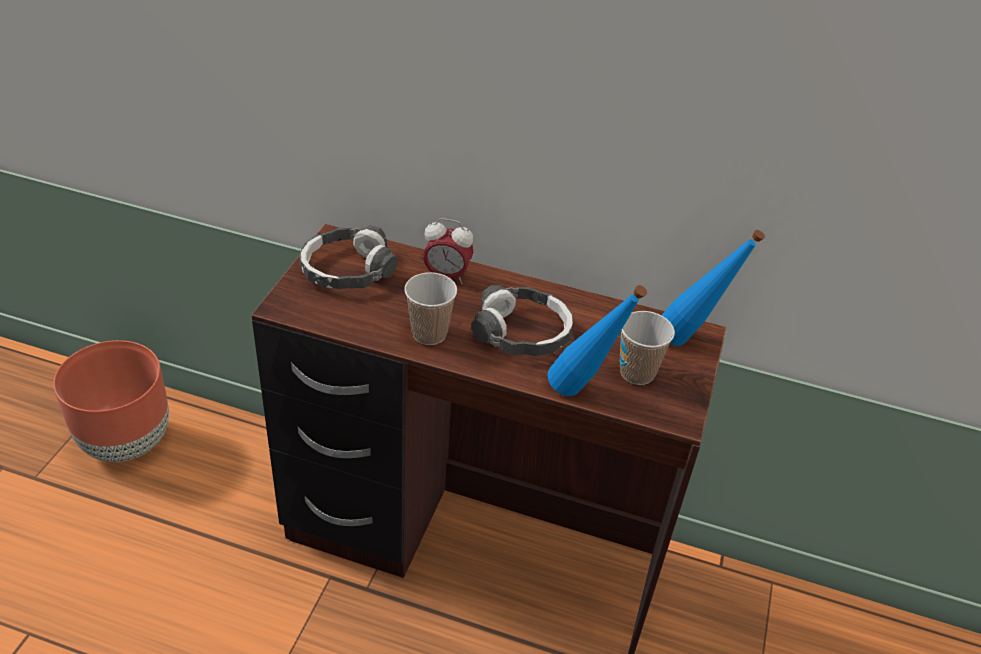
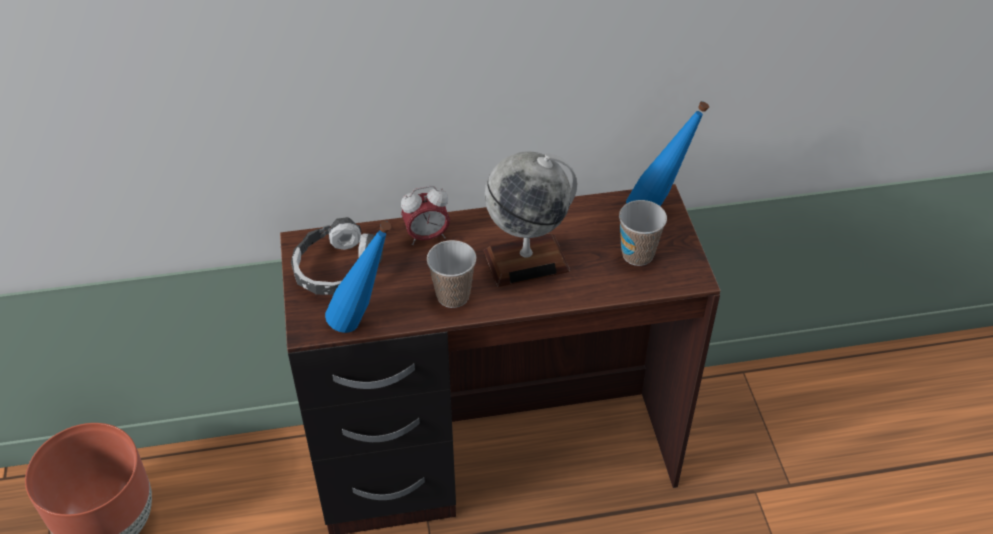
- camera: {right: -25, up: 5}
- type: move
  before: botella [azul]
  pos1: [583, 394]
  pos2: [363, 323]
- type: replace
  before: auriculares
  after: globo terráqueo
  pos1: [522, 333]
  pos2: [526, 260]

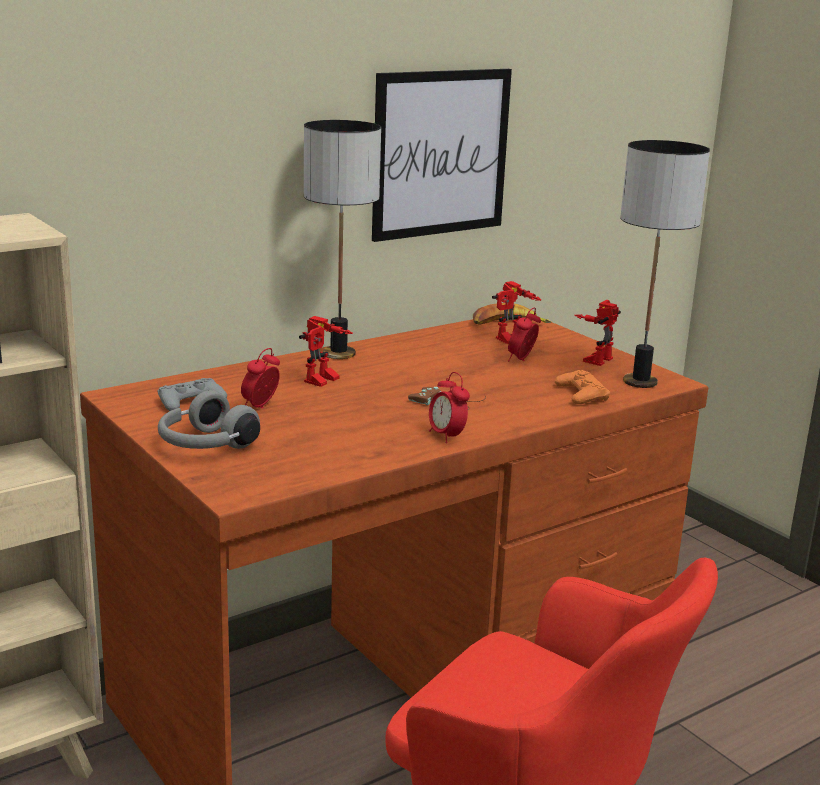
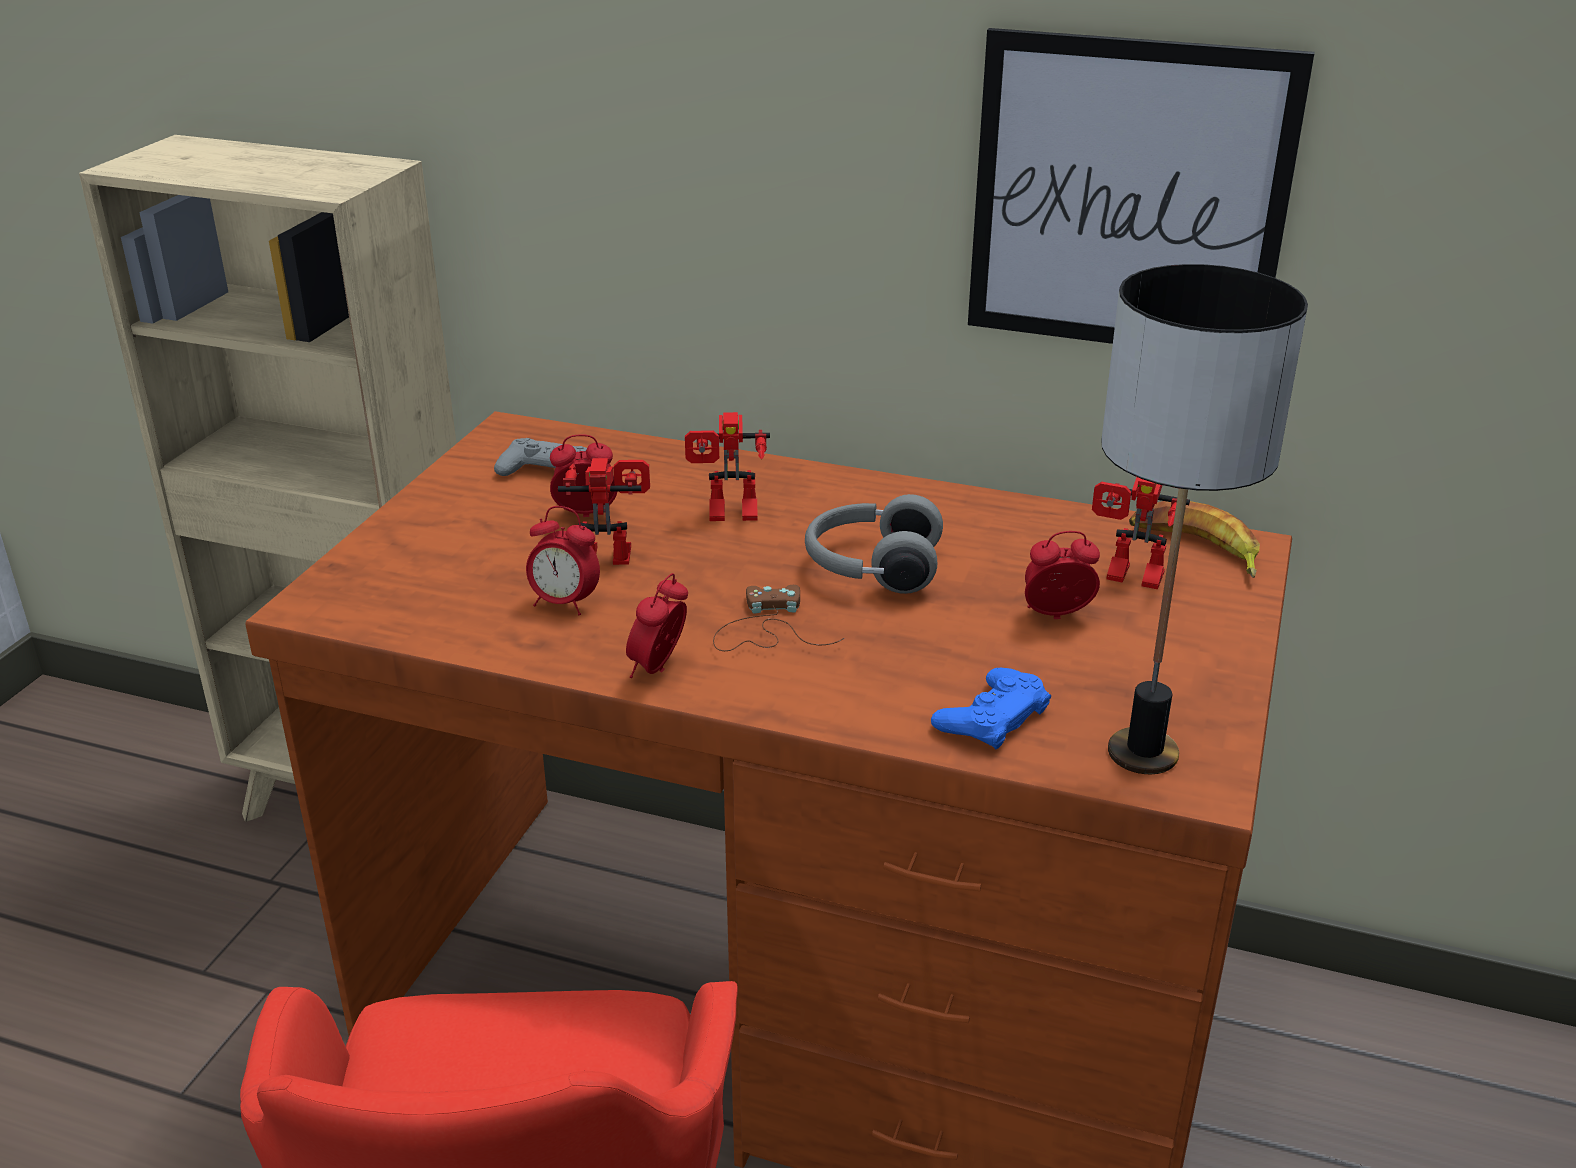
- camera: {right: 55, up: 10}
- type: delete
  before: lámpara de mesa
  pos1: [339, 353]
- type: insert
  after: despertador
  pos2: [564, 604]
- type: move
  before: auriculares [gris]
  pos1: [205, 445]
  pos2: [871, 568]
- type: move
  before: robot de juguete
  pos1: [595, 358]
  pos2: [610, 551]
- type: recolor
  before: mando de consola [naranja]
  after: mando de consola [azul]
  pos1: [581, 394]
  pos2: [991, 717]

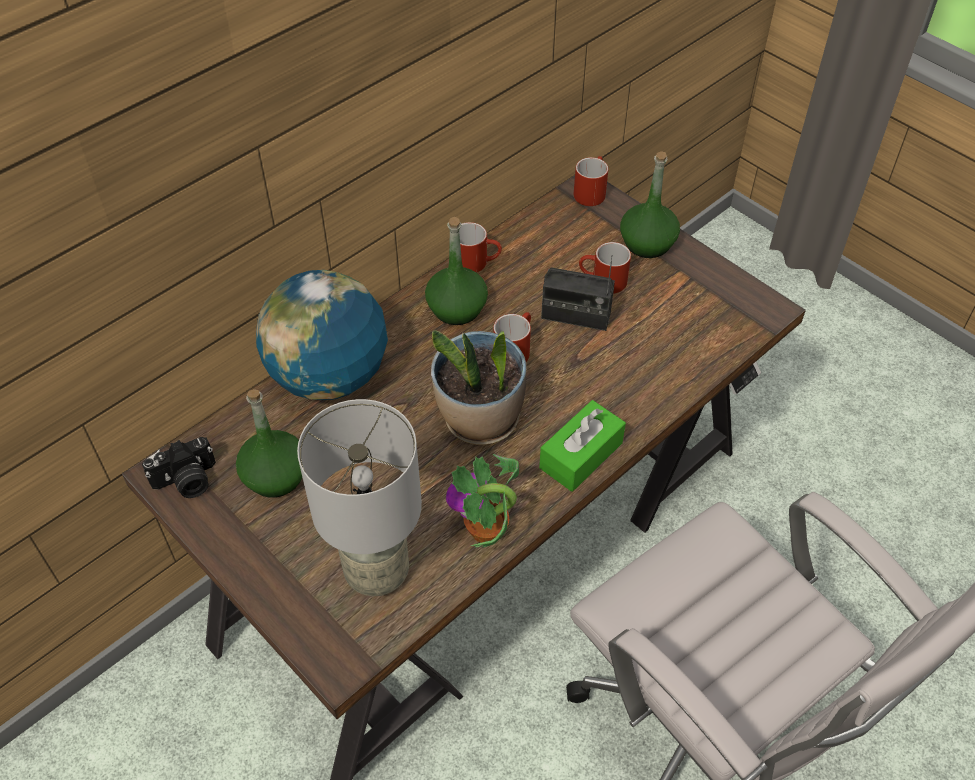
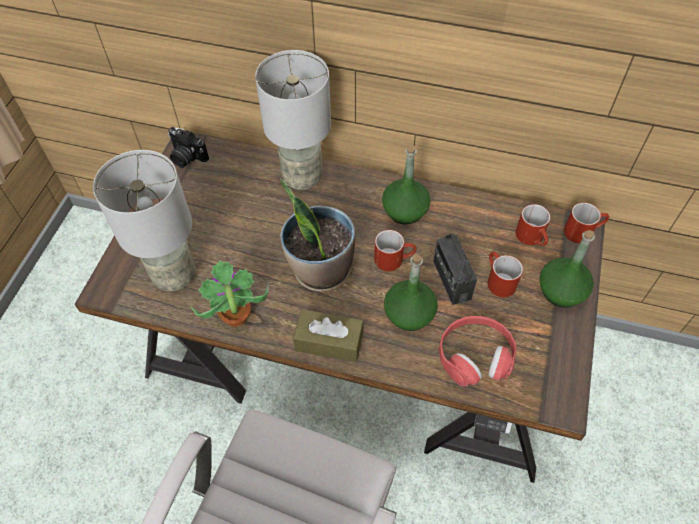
- camera: {right: 60, up: 5}
- type: insert
  after: auriculares [rojo]
  pos2: [475, 355]
- type: move
  before: botella [verde]
  pos1: [275, 476]
  pos2: [409, 313]
- type: move
  before: taza grande [rojo]
  pos1: [477, 261]
  pos2: [532, 238]
- type: replace
  before: globo terráqueo
  after: lámpara de mesa [gris]
  pos1: [329, 377]
  pos2: [301, 177]
- type: recolor
  before: caja de pañuelos [verde]
  after: caja de pañuelos [marrón]
  pos1: [581, 455]
  pos2: [329, 342]

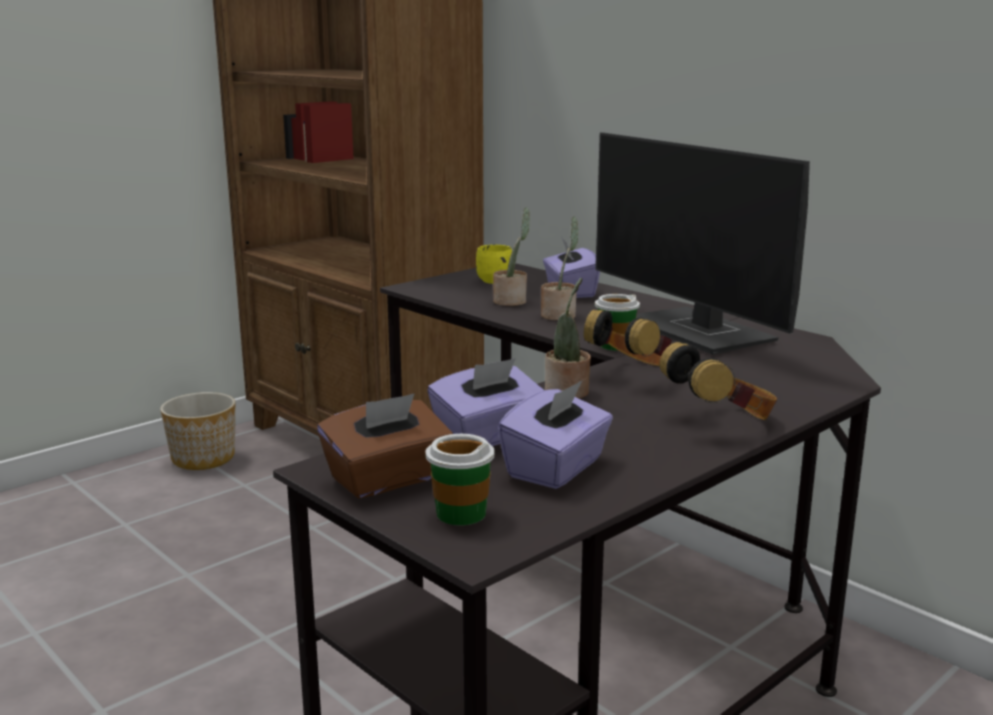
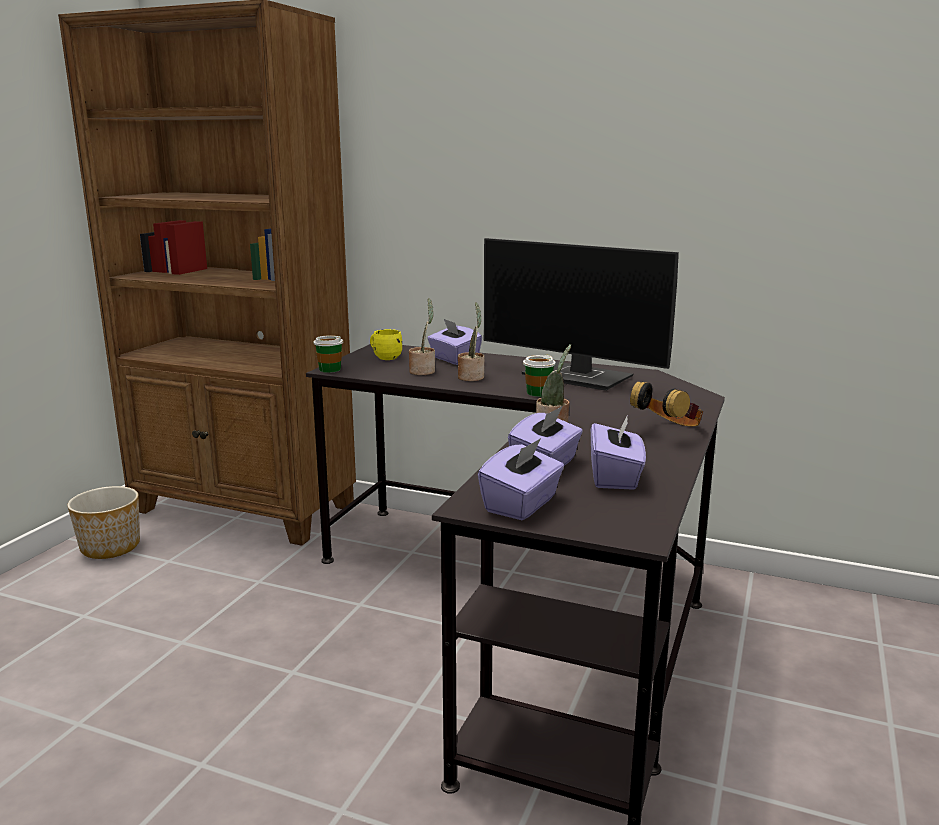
- camera: {right: -25, up: 0}
- type: delete
  before: auriculares
  pos1: [634, 373]
- type: move
  before: taza
  pos1: [460, 513]
  pos2: [329, 369]
- type: recolor
  before: caja de pañuelos [marrón]
  after: caja de pañuelos [morado]
  pos1: [388, 479]
  pos2: [521, 505]

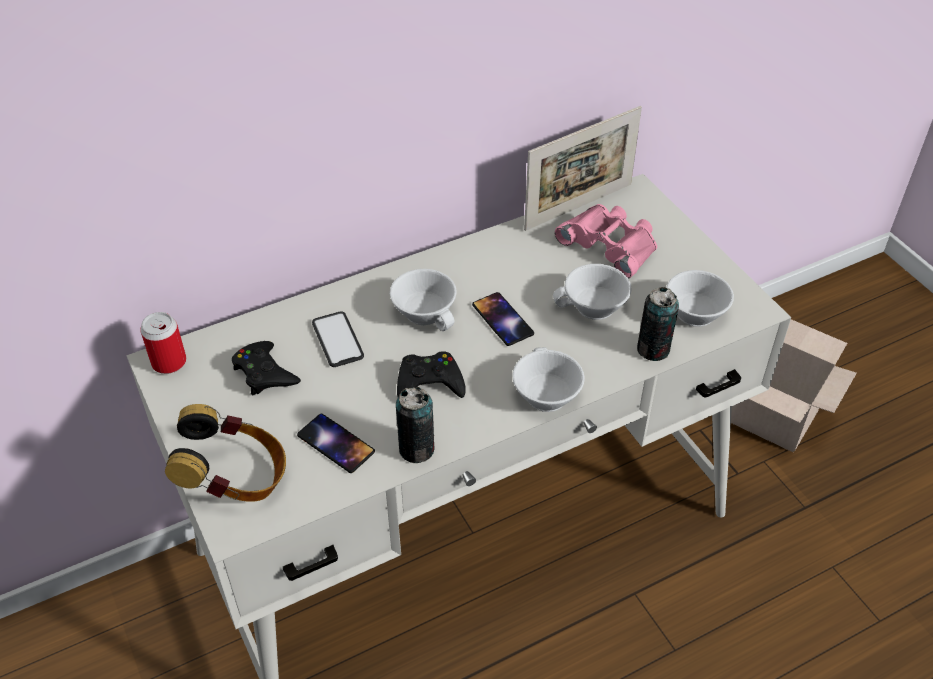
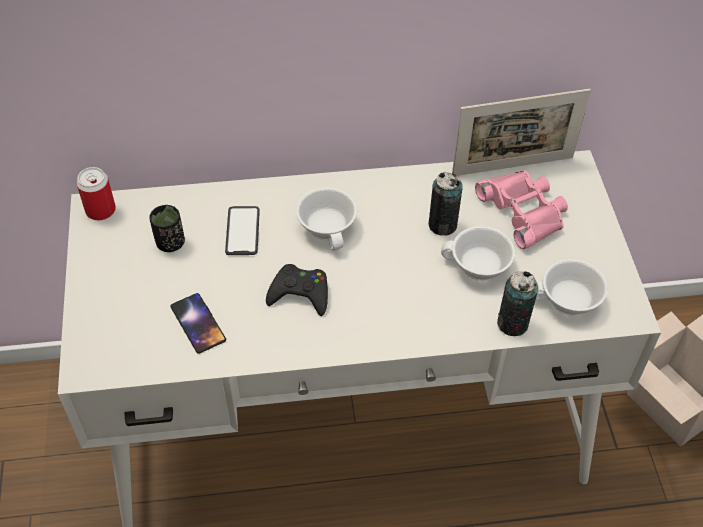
- camera: {right: 20, up: 5}
- type: delete
  before: auriculares
  pos1: [236, 479]
- type: delete
  before: móvil
  pos1: [502, 319]
- type: delete
  before: taza [blanco]
  pos1: [543, 394]
- type: move
  before: lata
  pos1: [416, 449]
  pos2: [442, 225]
- type: replace
  before: mando de consola [negro]
  after: taza [negro]
  pos1: [264, 373]
  pos2: [170, 243]

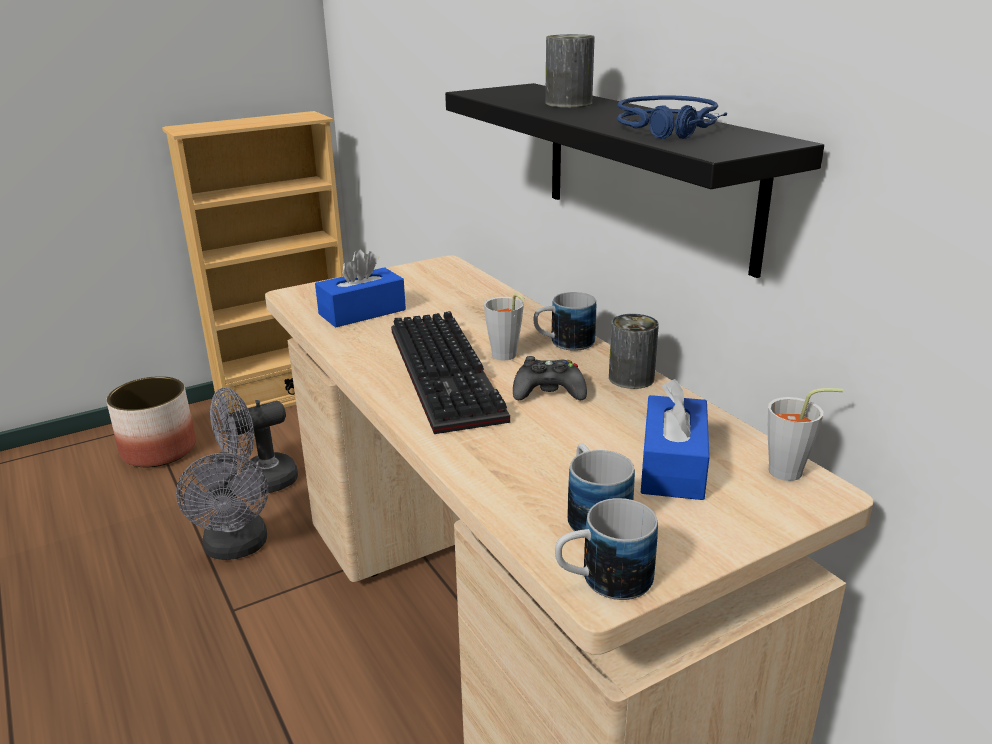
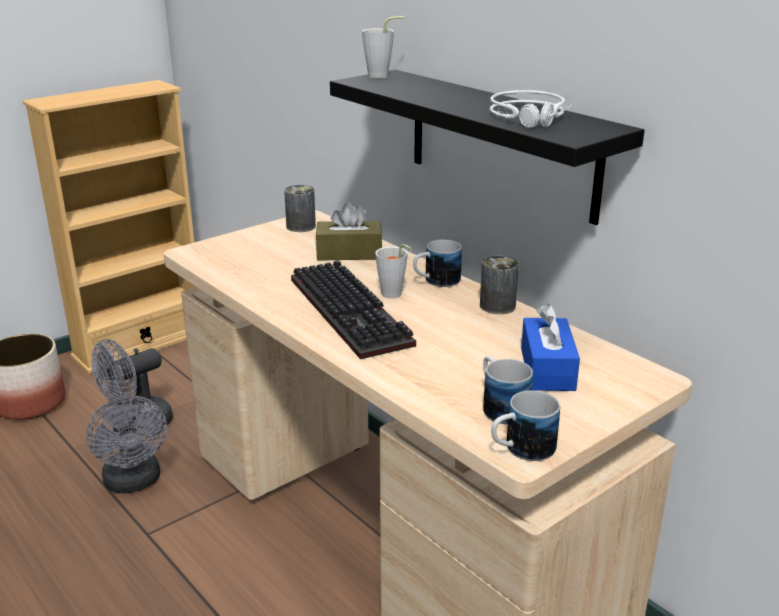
- camera: {right: -10, up: 0}
- type: delete
  before: caja de pañuelos [azul]
  pos1: [362, 312]
- type: delete
  before: mando de consola [negro]
  pos1: [549, 391]
- type: insert
  after: caja de pañuelos [marrón]
  pos2: [349, 253]
- type: move
  before: lata
  pos1: [568, 103]
  pos2: [301, 226]
- type: move
  before: taza [gris]
  pos1: [793, 472]
  pos2: [383, 76]
- type: recolor
  before: auriculares [azul]
  after: auriculares [gris]
  pos1: [670, 129]
  pos2: [531, 117]

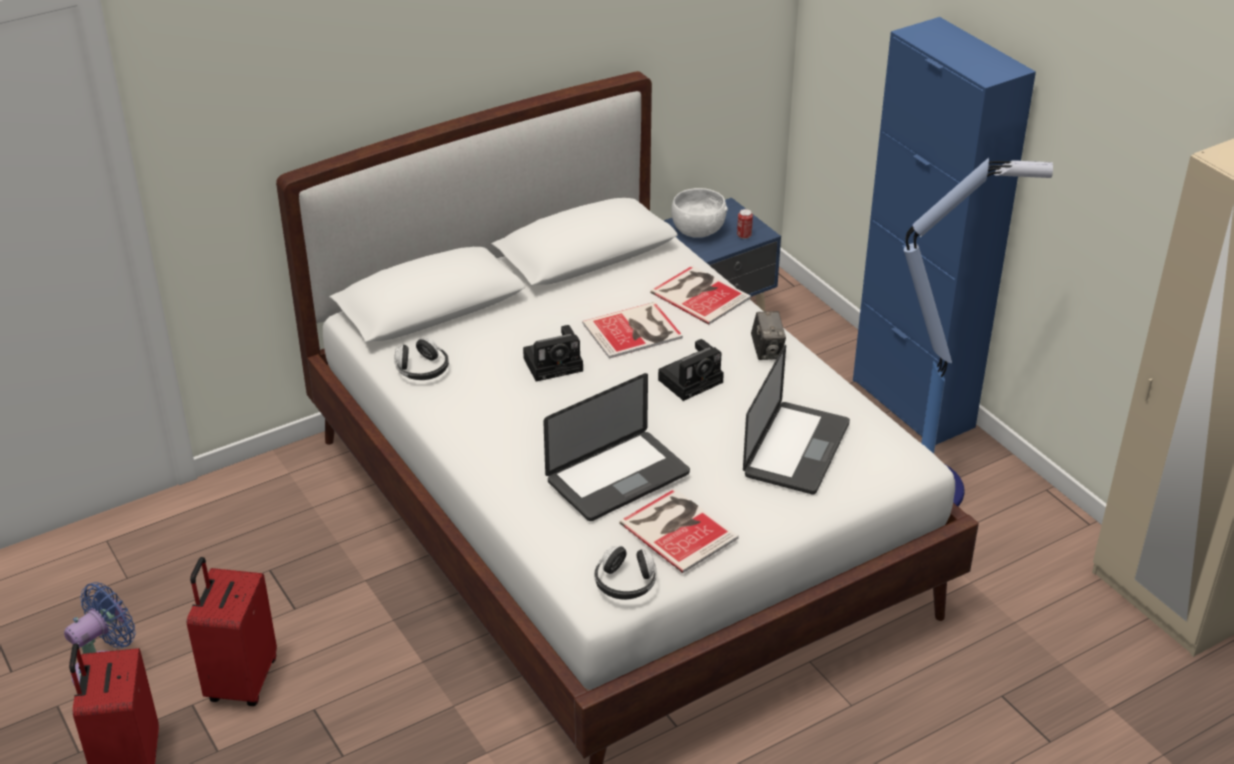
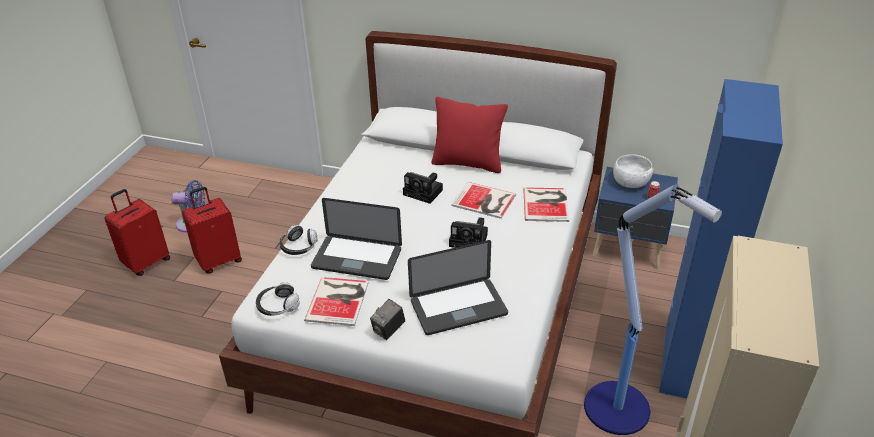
- camera: {right: 50, up: 0}
- type: insert
  after: cojín [rojo]
  pos2: [468, 163]
- type: move
  before: auriculares
  pos1: [422, 370]
  pos2: [299, 247]
- type: move
  before: cámara
  pos1: [767, 351]
  pos2: [388, 330]

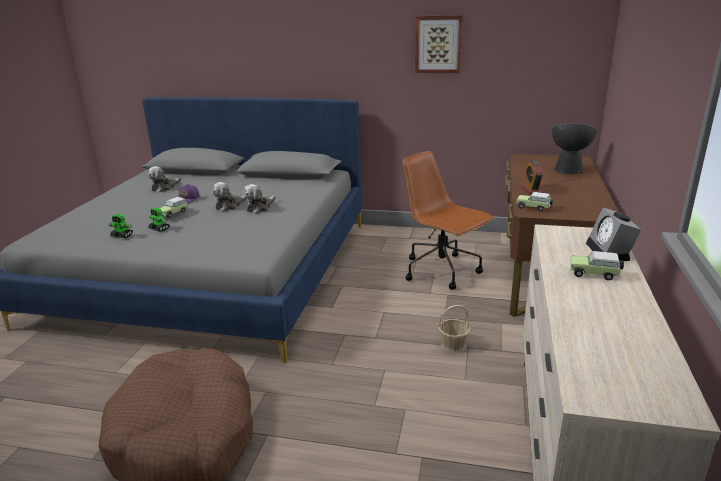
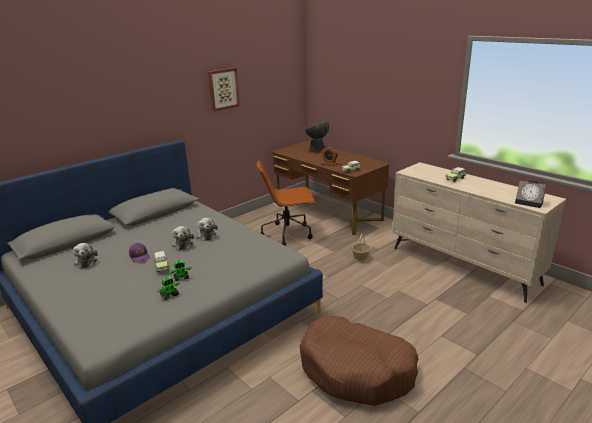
- camera: {right: -55, up: 0}
- type: move
  before: despertador
  pos1: [610, 252]
  pos2: [530, 202]

